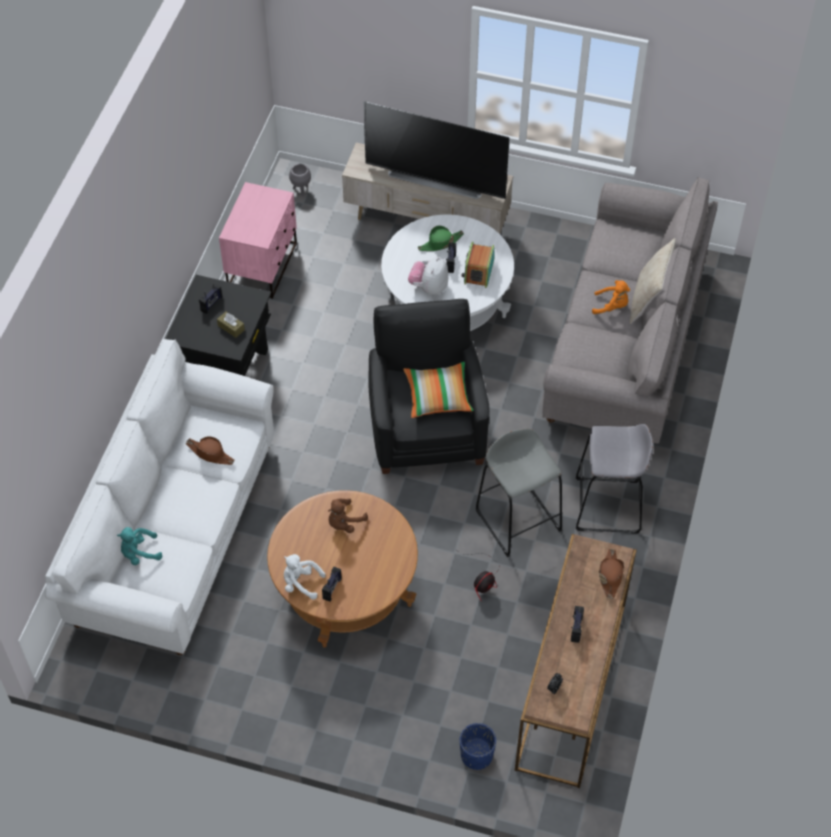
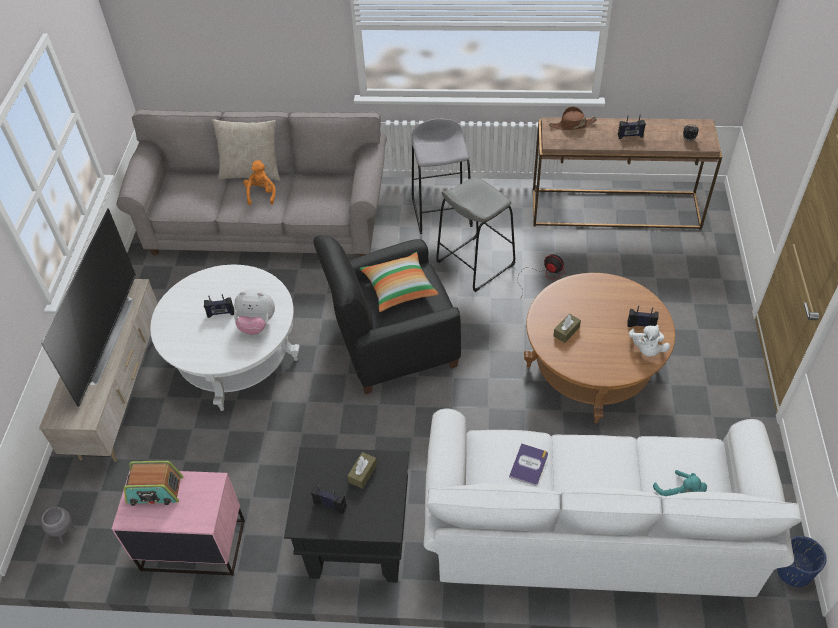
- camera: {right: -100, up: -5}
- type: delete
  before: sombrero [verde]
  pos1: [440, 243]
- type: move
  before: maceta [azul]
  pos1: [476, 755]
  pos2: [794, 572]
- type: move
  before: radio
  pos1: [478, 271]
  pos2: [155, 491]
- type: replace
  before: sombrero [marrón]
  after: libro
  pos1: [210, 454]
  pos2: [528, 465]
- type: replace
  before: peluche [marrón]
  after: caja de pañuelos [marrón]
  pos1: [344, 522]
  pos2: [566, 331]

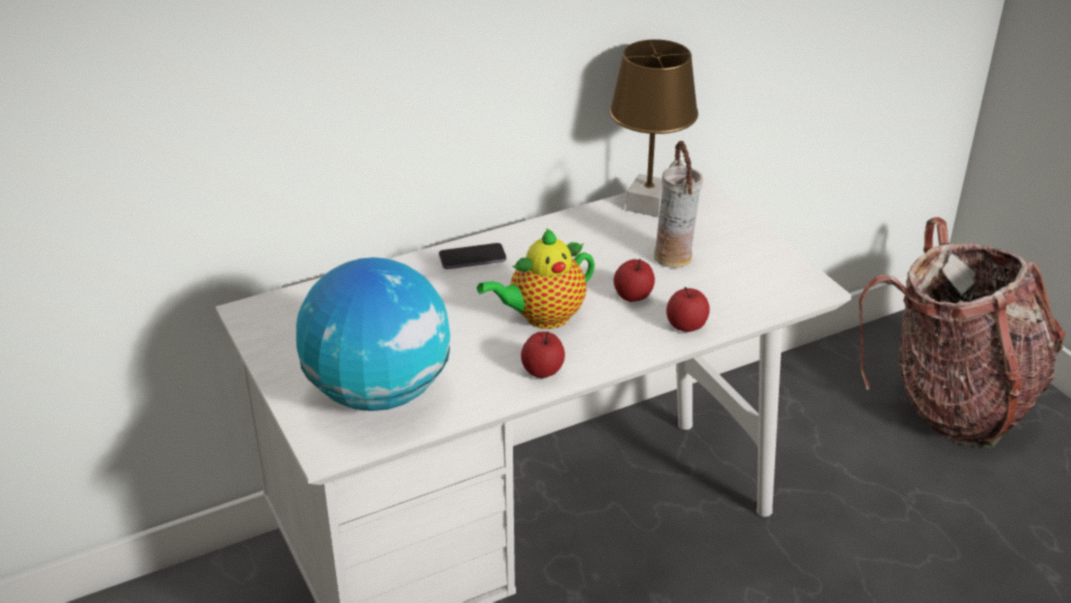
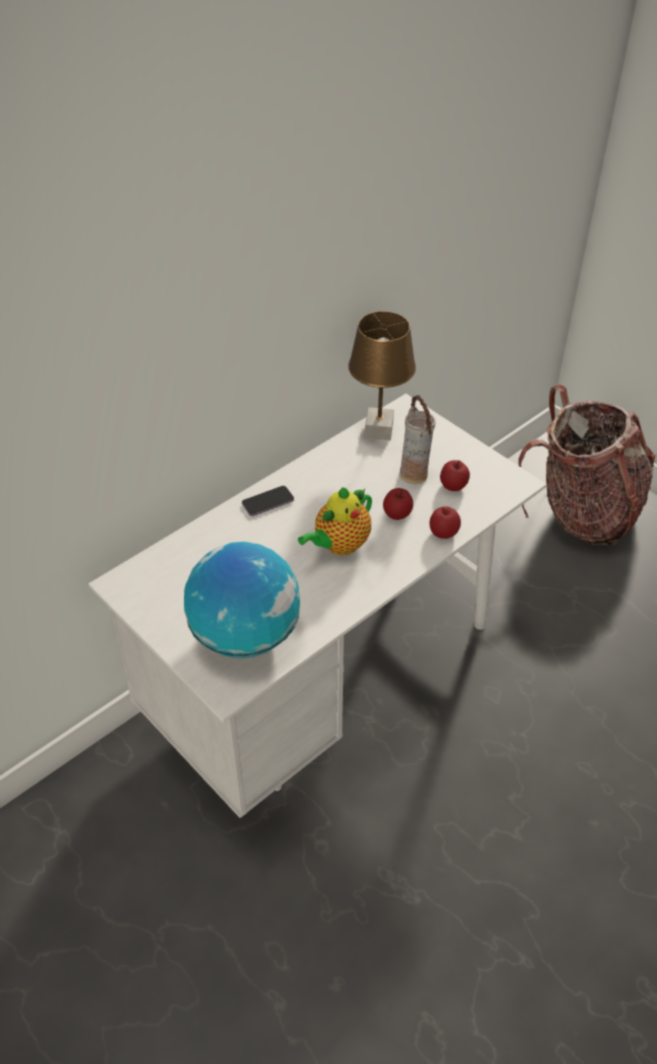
- camera: {right: -15, up: 10}
- type: move
  before: manzana
  pos1: [542, 370]
  pos2: [453, 485]

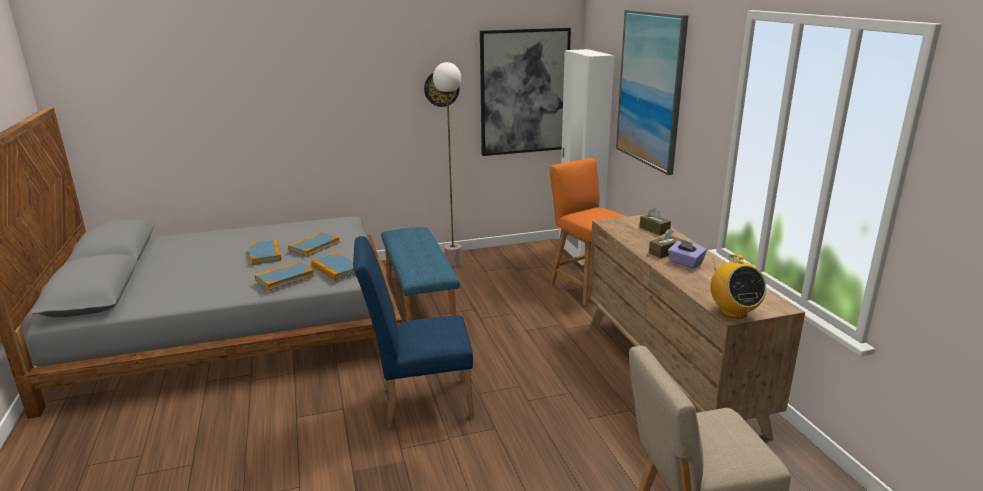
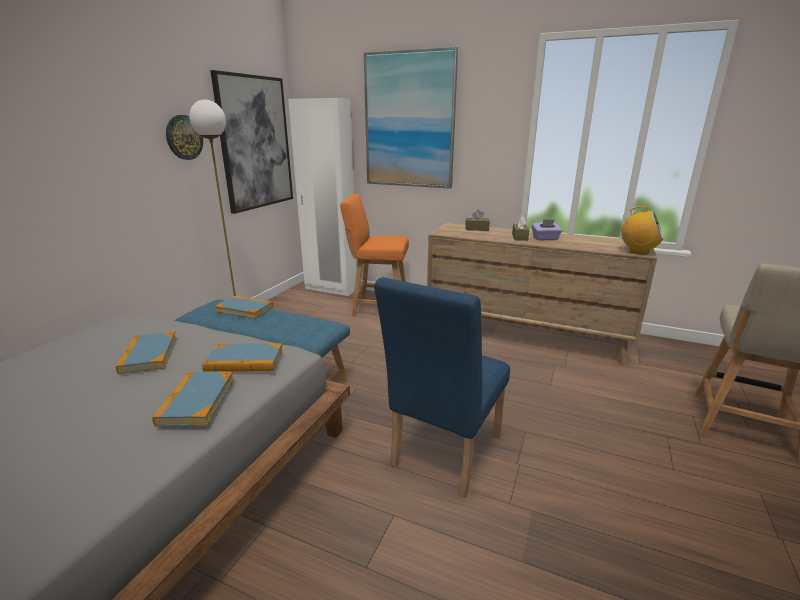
- camera: {right: -50, up: 0}
- type: move
  before: libro
  pos1: [265, 254]
  pos2: [244, 309]

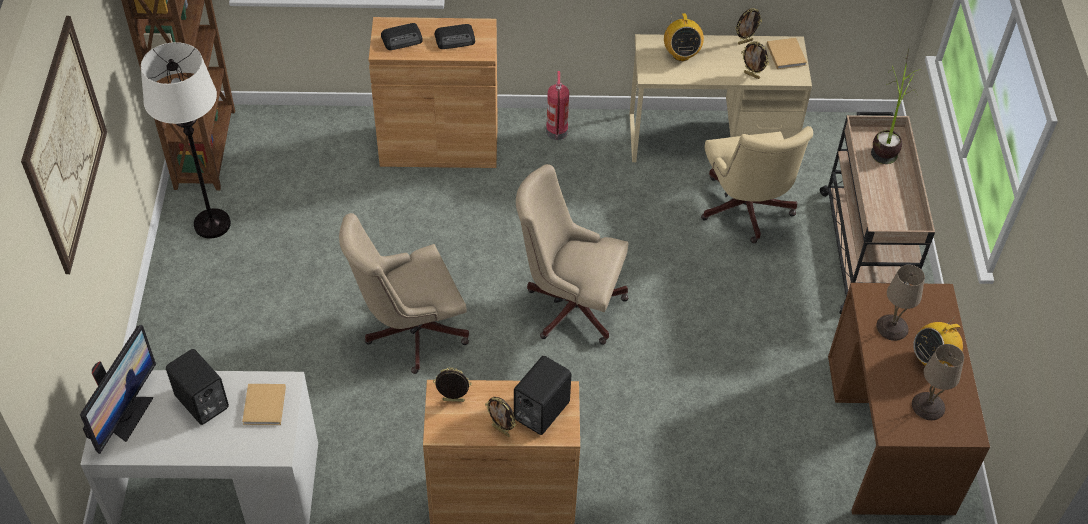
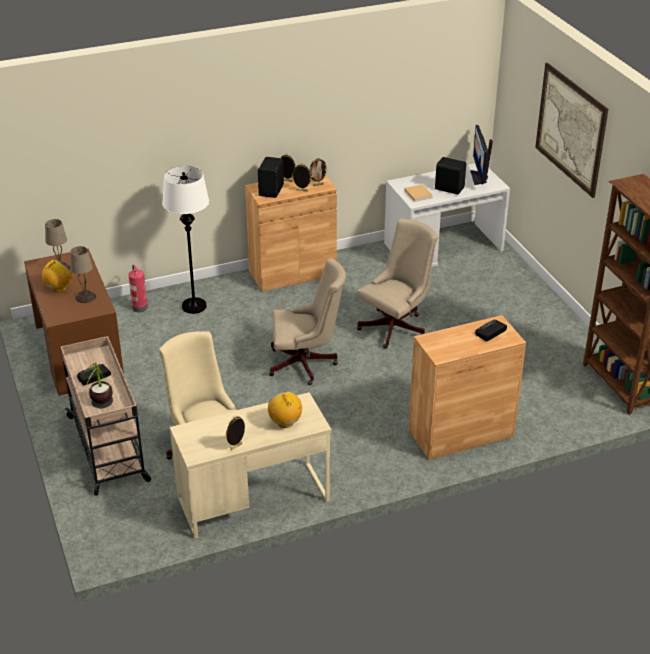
- camera: {right: 160, up: -15}
- type: delete
  before: libro [beis]
  pos1: [785, 54]
- type: move
  before: lámpara de pie [blanco]
  pos1: [212, 224]
  pos2: [194, 306]
- type: move
  before: radio
  pos1: [455, 39]
  pos2: [93, 376]
- type: move
  before: extintor
  pos1: [557, 133]
  pos2: [139, 307]
- type: move
  before: portarretratos
  pos1: [752, 75]
  pos2: [302, 191]

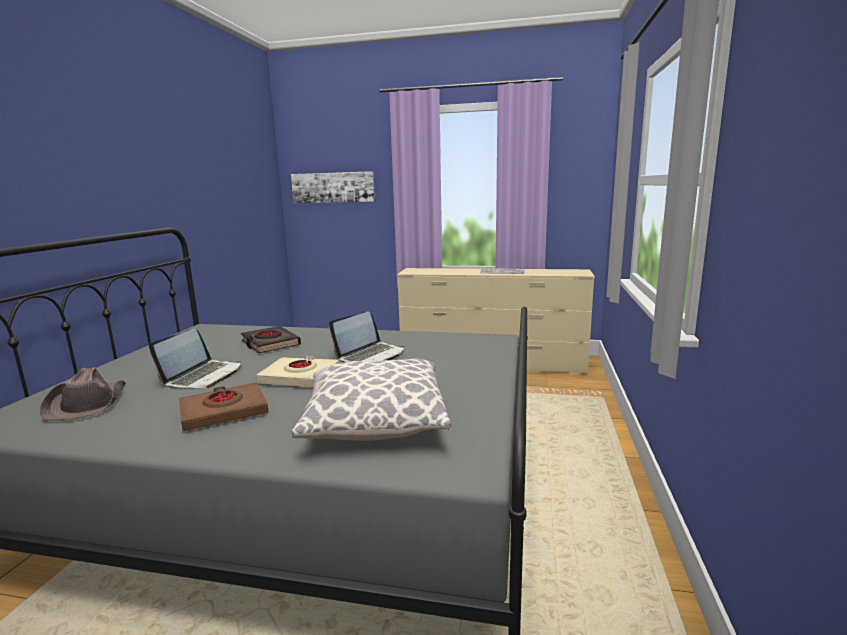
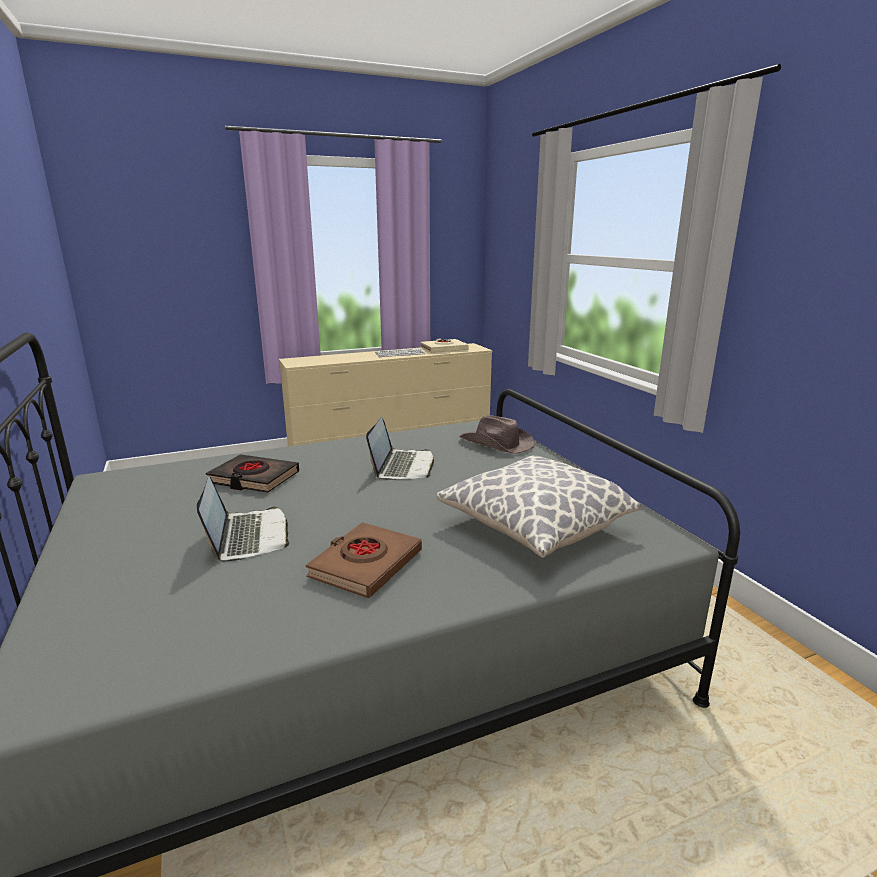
- camera: {right: -35, up: 5}
- type: delete
  before: cuadro
  pos1: [333, 187]
- type: move
  before: sombrero [marrón]
  pos1: [87, 403]
  pos2: [496, 443]
- type: move
  before: libro [beis]
  pos1: [300, 377]
  pos2: [443, 349]

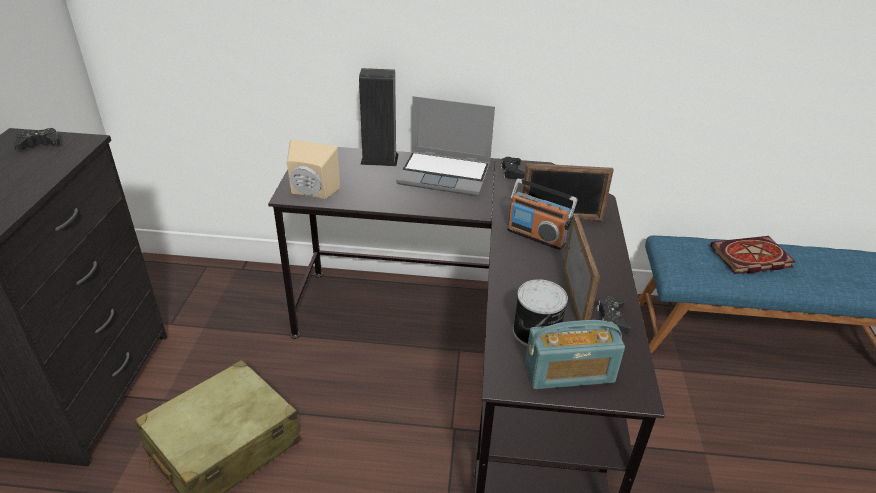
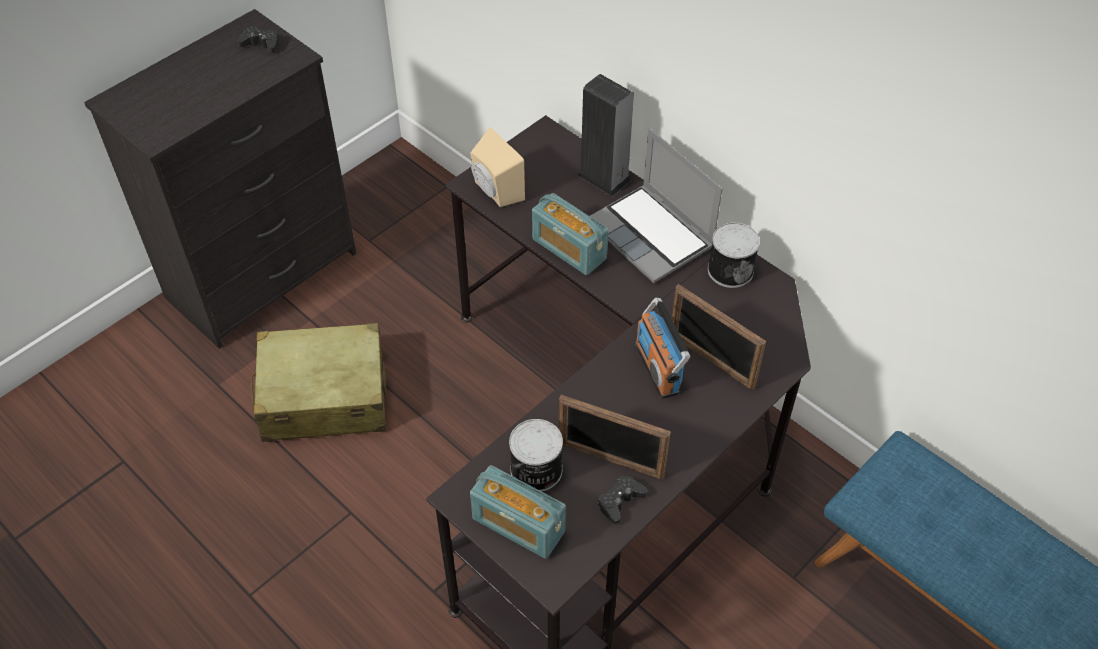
- camera: {right: 40, up: 15}
- type: delete
  before: libro
  pos1: [750, 258]
- type: insert
  after: radio
  pos2: [569, 249]
- type: replace
  before: mando de consola [negro]
  after: lata
  pos1: [512, 172]
  pos2: [730, 269]
- type: rotate
  before: portarretratos
  pos1: [574, 299]
  pos2: [610, 459]
  turn: 75

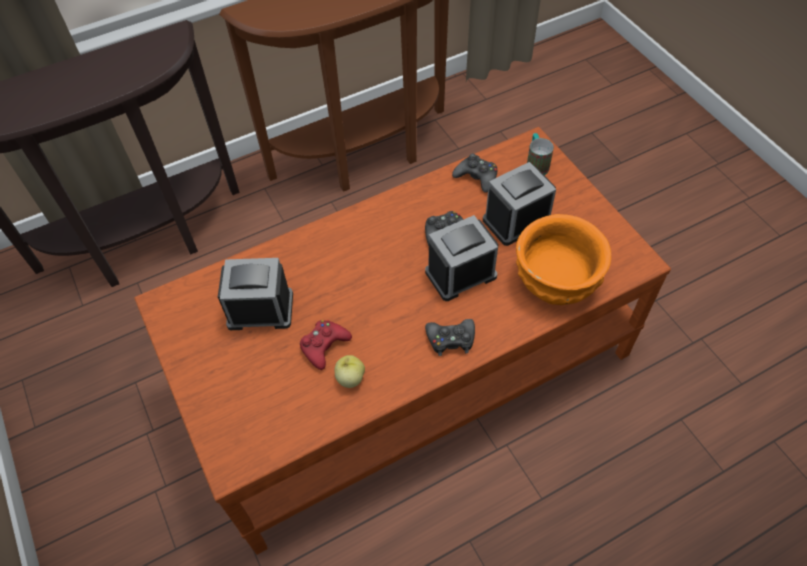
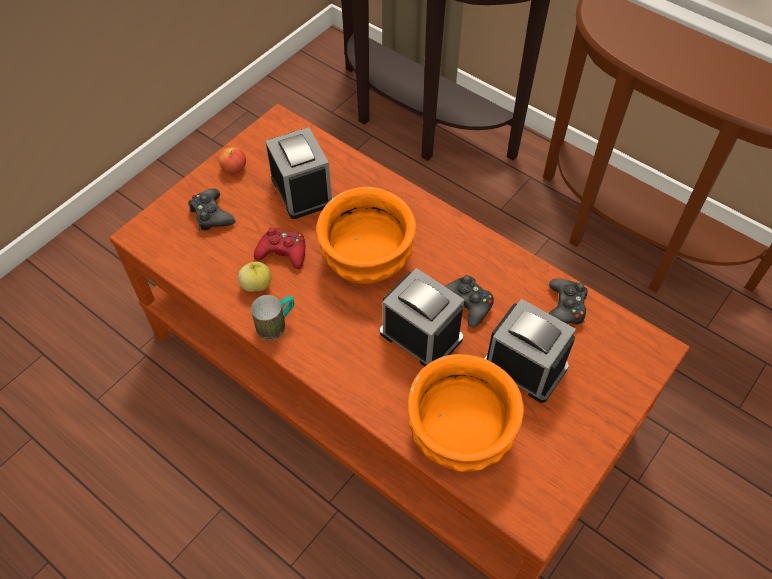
- camera: {right: 65, up: 0}
- type: insert
  after: manzana
  pos2: [234, 168]
- type: insert
  after: cuenco [naranja]
  pos2: [367, 259]
- type: move
  before: mando de consola [negro]
  pos1: [451, 339]
  pos2: [211, 215]
- type: move
  before: taza grande
  pos1: [536, 164]
  pos2: [277, 324]

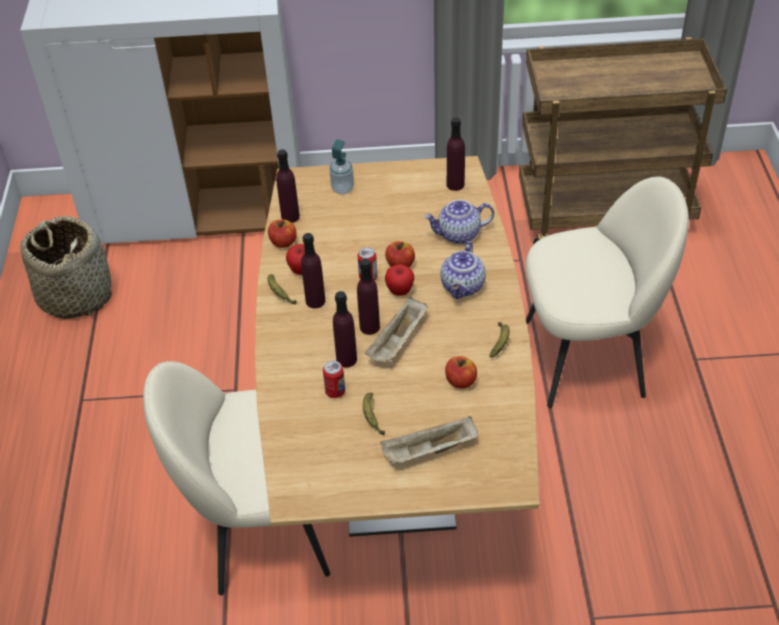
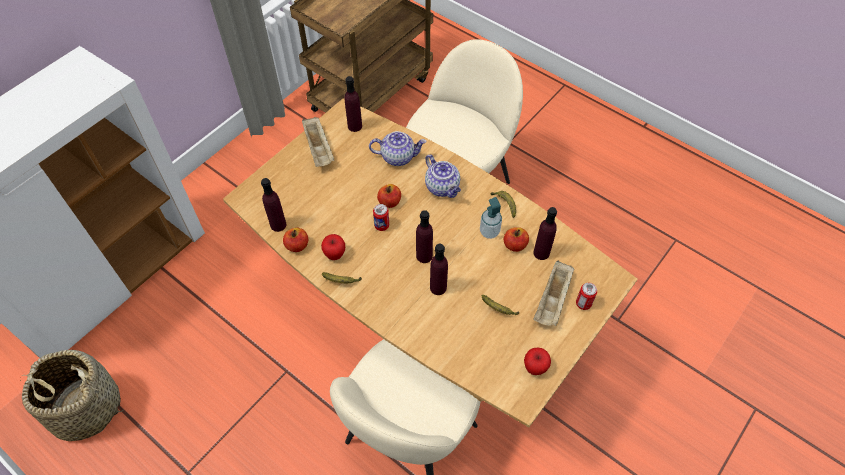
- camera: {right: -50, up: 10}
- type: move
  before: botella [morado]
  pos1: [315, 301]
  pos2: [541, 253]
- type: move
  before: lata
  pos1: [335, 391]
  pos2: [583, 303]
- type: move
  before: dispensador de jabón
  pos1: [342, 189]
  pos2: [489, 232]
- type: move
  before: bandeja [beis]
  pos1: [398, 341]
  pos2: [319, 149]
- type: move
  before: manzana
  pos1: [400, 291]
  pos2: [534, 368]
- type: rotate
  before: tetera
  pos1: [458, 234]
  pos2: [398, 157]
  turn: -120

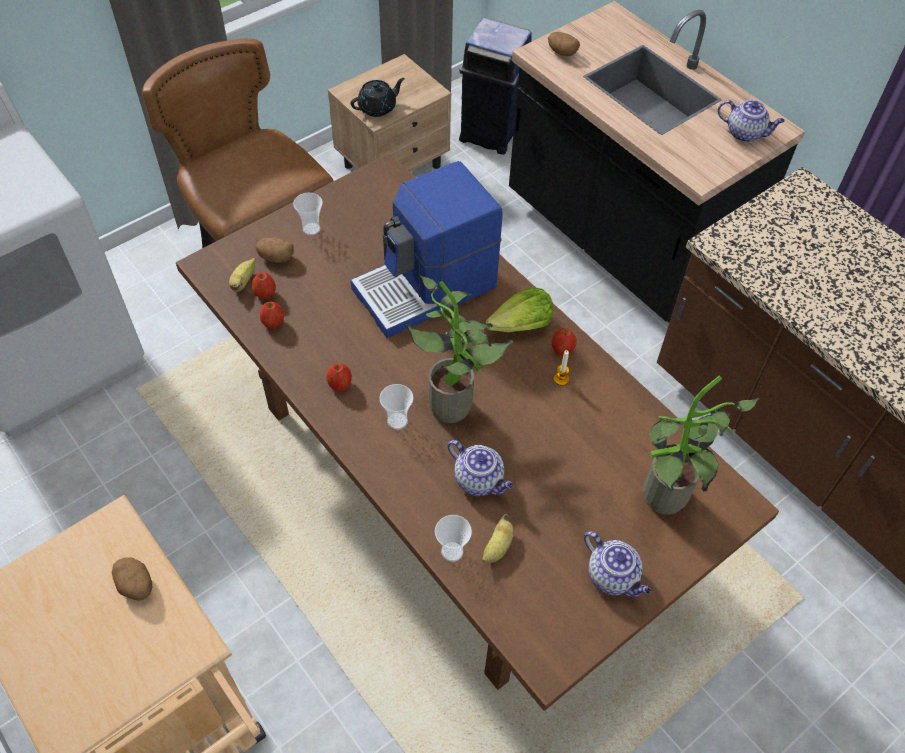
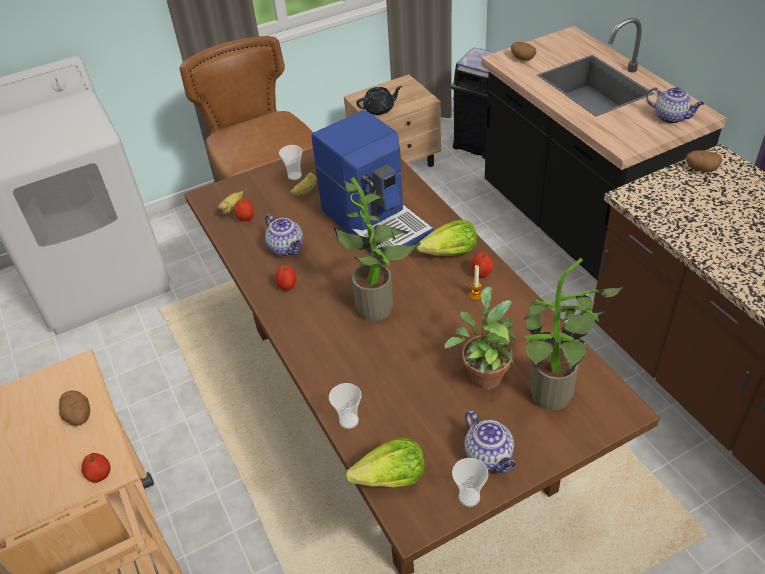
- camera: {right: 15, up: -10}
- type: insert
  after: lechuga
  pos2: [391, 478]
- type: insert
  after: planta en maceta
  pos2: [484, 374]
- type: move
  before: patata
  pos1: [276, 257]
  pos2: [700, 169]
- type: move
  before: manzana
  pos1: [273, 323]
  pos2: [100, 476]
- type: move
  before: taza
  pos1: [397, 421]
  pos2: [469, 497]
- type: move
  before: tetera
  pos1: [480, 480]
  pos2: [287, 248]
- type: move
  before: plátano
  pos1: [497, 547]
  pos2: [306, 191]
- type: rotate
  before: cafetera
  pos1: [426, 289]
  pos2: [376, 222]
  turn: -105

